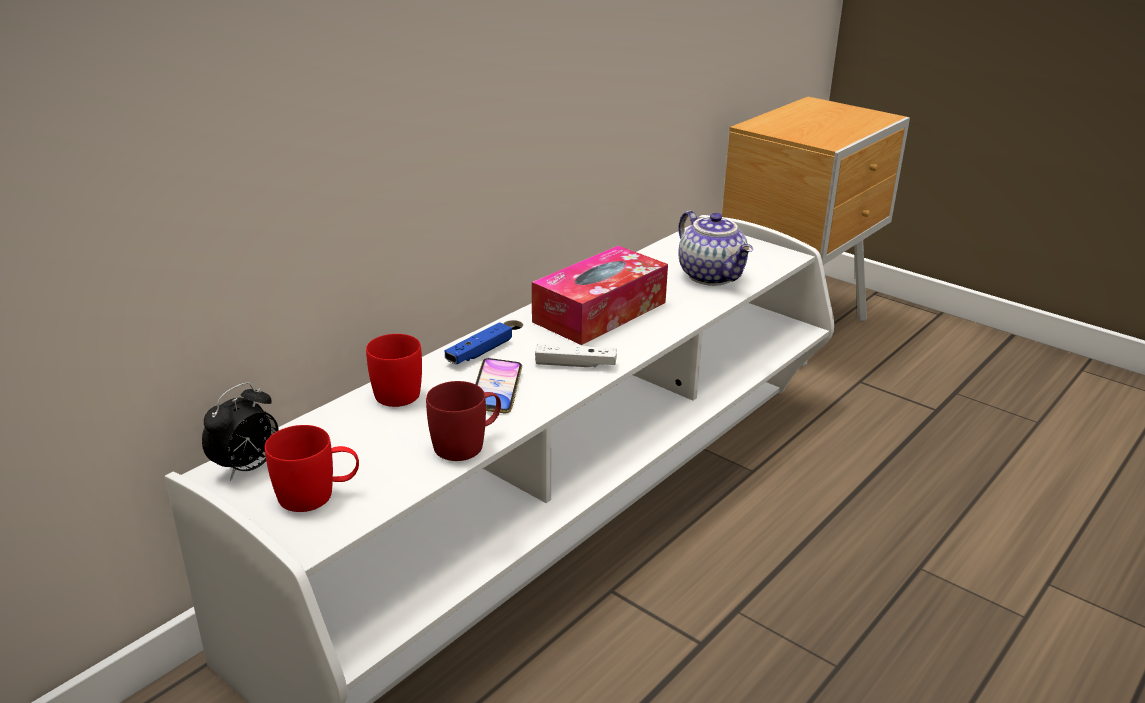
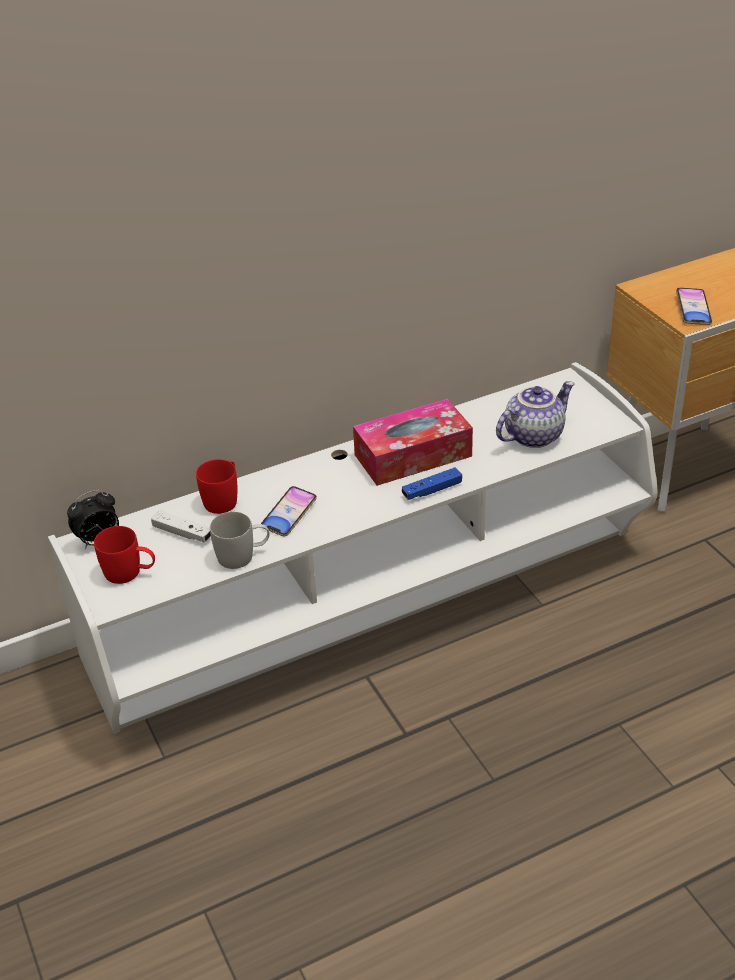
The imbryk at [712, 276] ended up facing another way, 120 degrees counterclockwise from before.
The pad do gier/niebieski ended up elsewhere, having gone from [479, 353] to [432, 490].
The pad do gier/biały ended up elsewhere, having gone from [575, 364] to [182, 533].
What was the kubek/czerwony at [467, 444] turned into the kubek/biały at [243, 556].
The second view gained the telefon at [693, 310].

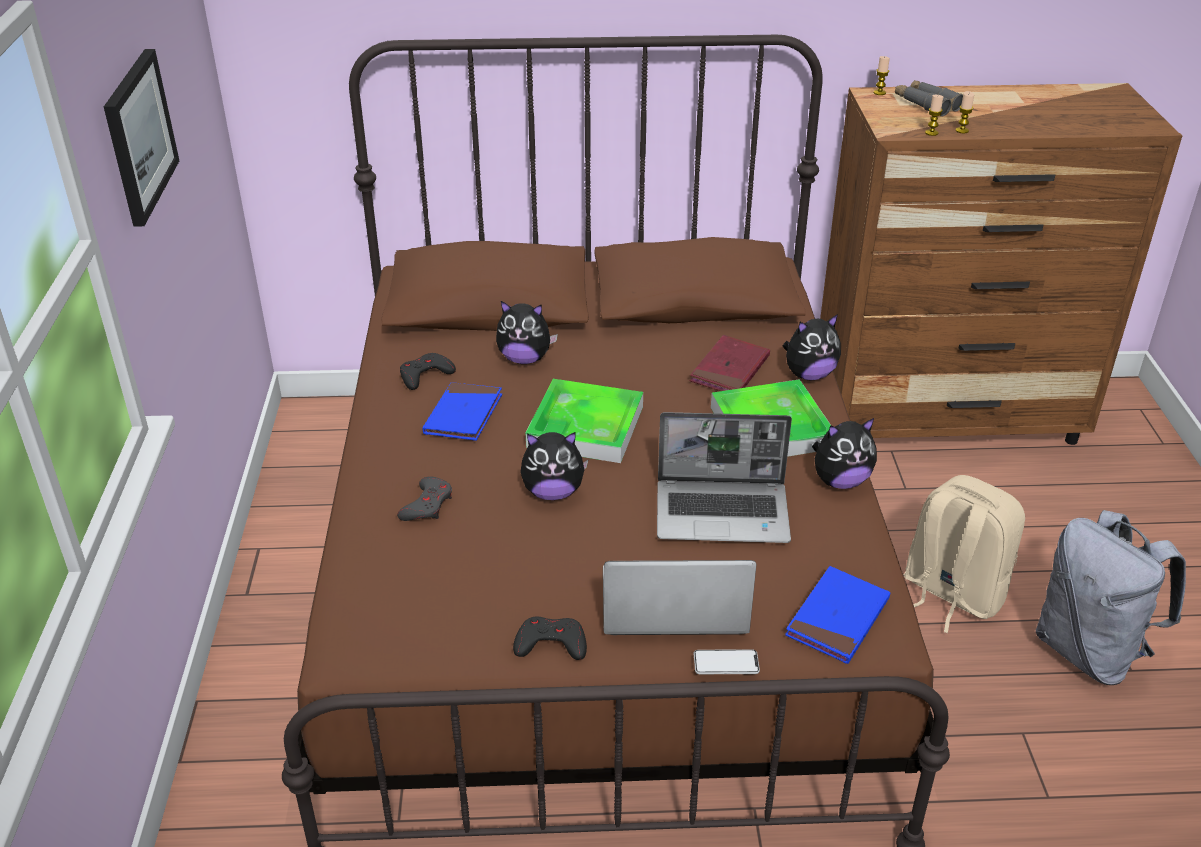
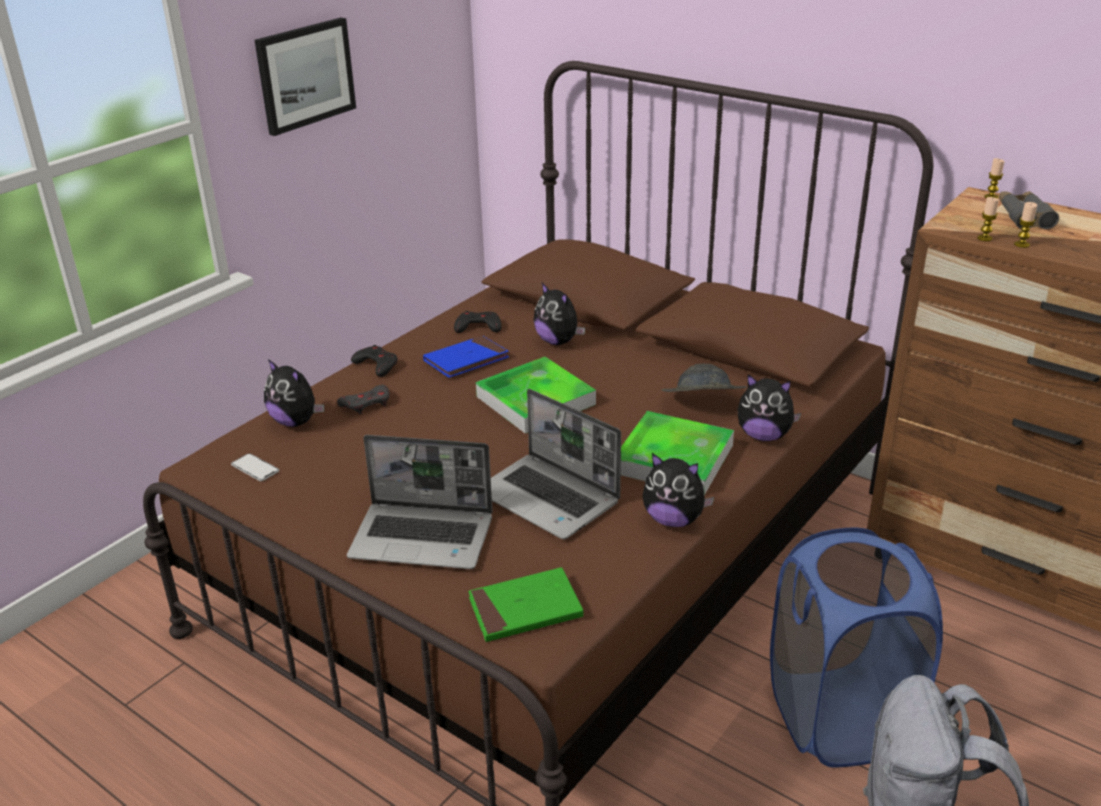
Where the książka/czerwony stood at [730, 370], the kapelusz/szary came to stand at [701, 406].
The pluszak ended up elsewhere, having gone from [553, 492] to [296, 422].
Where the plecak/beżowy stood at [950, 594], the kosz na pranie/niebieski came to stand at [837, 717].
The laptop at [671, 605] ended up facing another way, 150 degrees clockwise from before.
What was the książka/niebieski at [837, 618] turned into the książka/zielony at [525, 609].
The pad do gier/czarny ended up elsewhere, having gone from [551, 644] to [376, 365].
The telefon ended up elsewhere, having gone from [726, 663] to [255, 468].

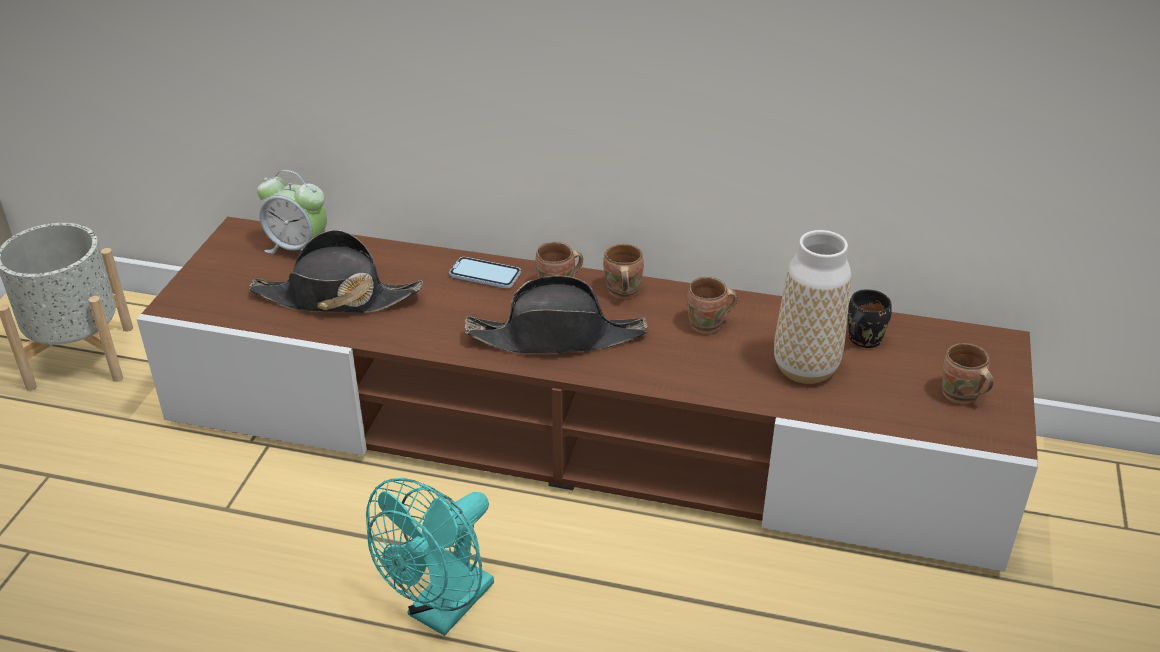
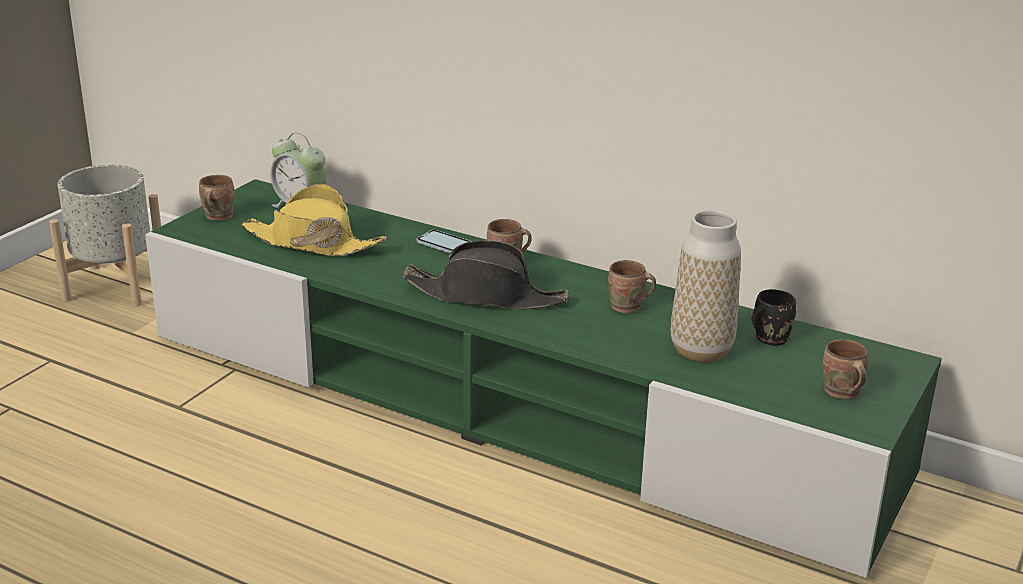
What was the szafka pod telewizor/brązowy at [582, 433] turned into the szafka pod telewizor/zielony at [511, 406].
What was the kapelusz/czarny at [336, 297] turned into the kapelusz/żółty at [312, 243].
The kubek/brązowy ended up elsewhere, having gone from [621, 292] to [216, 217].
The second view lost the wentylator/turkusowy at [443, 610].

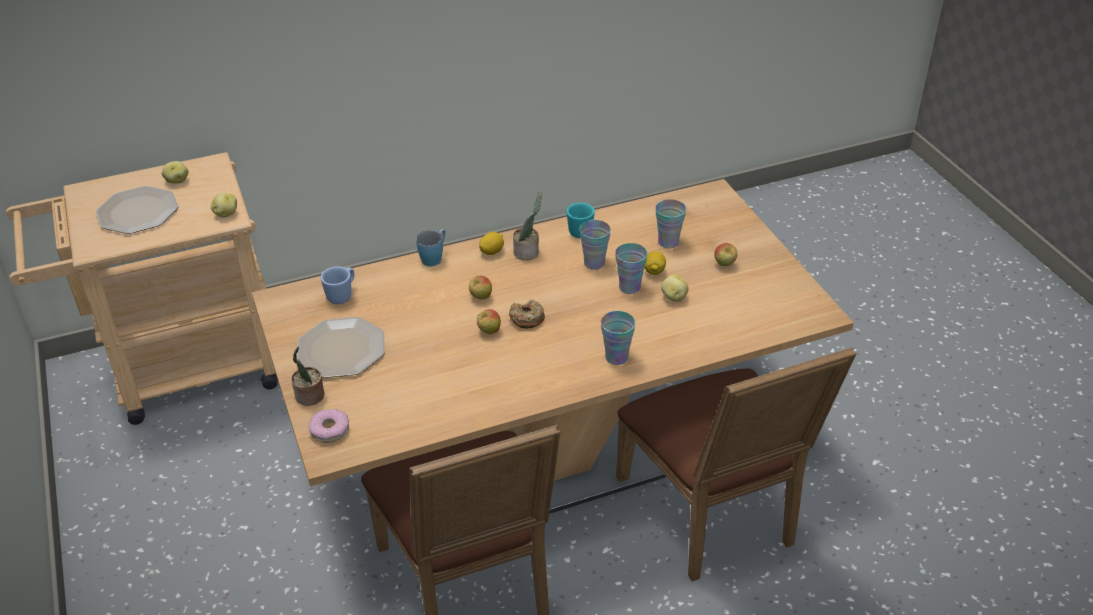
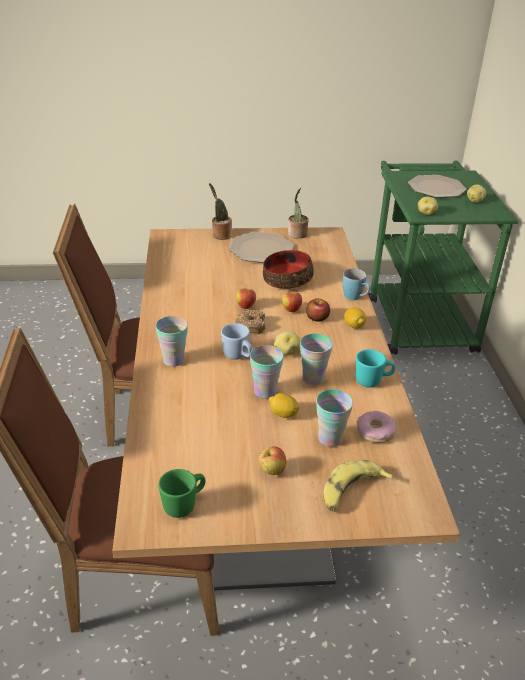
What was the wózek/beżowy at [180, 370] turned into the wózek/zielony at [416, 318].
The roślina doniczkowa ended up elsewhere, having gone from [528, 252] to [297, 235].
The kubek/niebieski ended up elsewhere, having gone from [342, 295] to [238, 356].
The ziemniak ended up elsewhere, having gone from [673, 297] to [286, 351].
The donut ended up elsewhere, having gone from [329, 430] to [375, 431].
The second view gained the miska at [287, 279].
The second view gained the jabłko at [317, 317].
The second view gained the banan at [351, 491].
The second view gained the kubek/zielony at [184, 505].

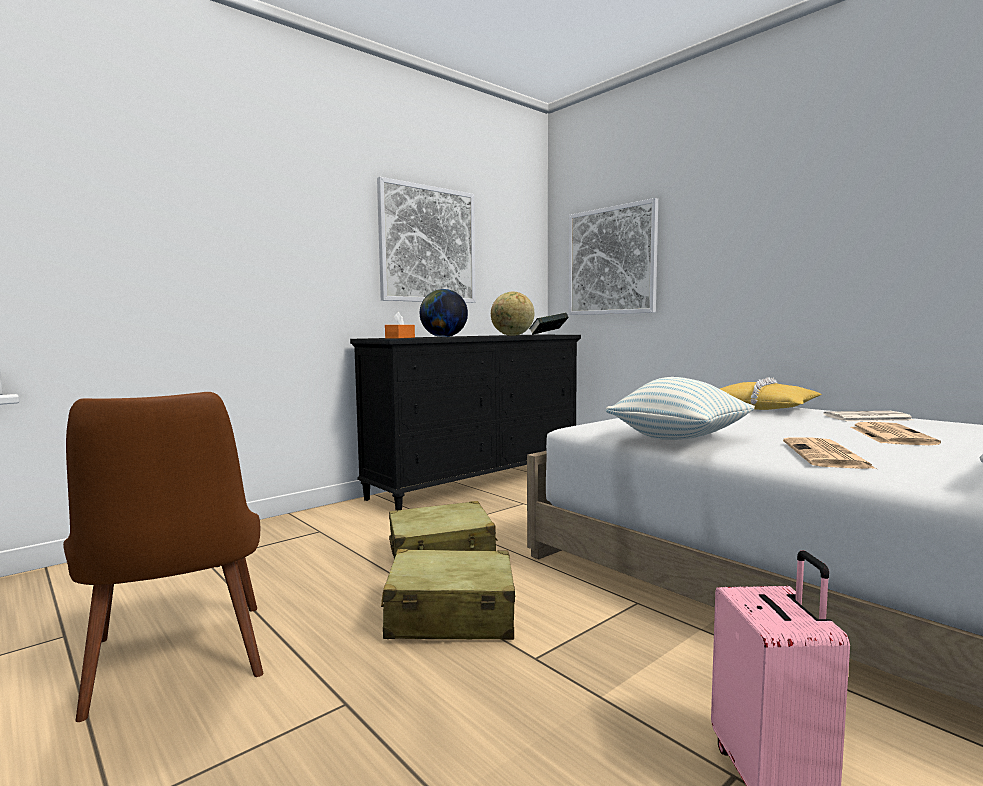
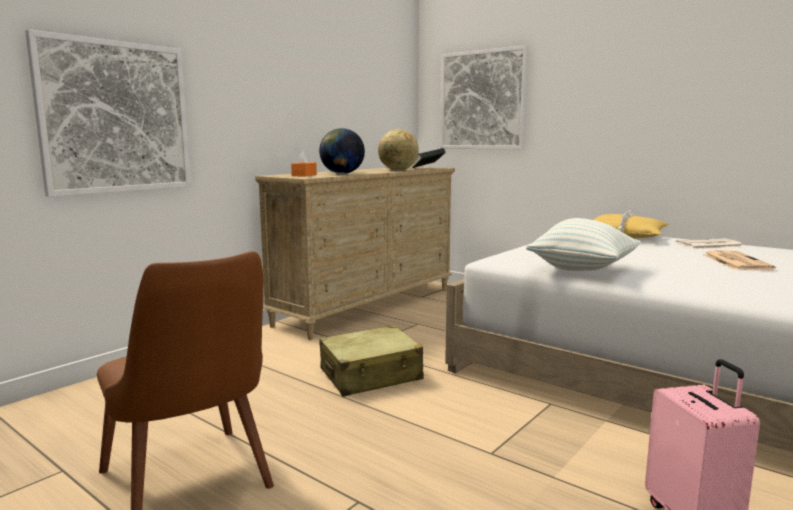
The obraz ended up elsewhere, having gone from [428, 244] to [116, 117].
What was the komoda/czarny at [478, 483] turned into the komoda/beżowy at [368, 306].
The second view lost the gazeta at [827, 455].
The second view lost the walizka/beżowy at [450, 616].

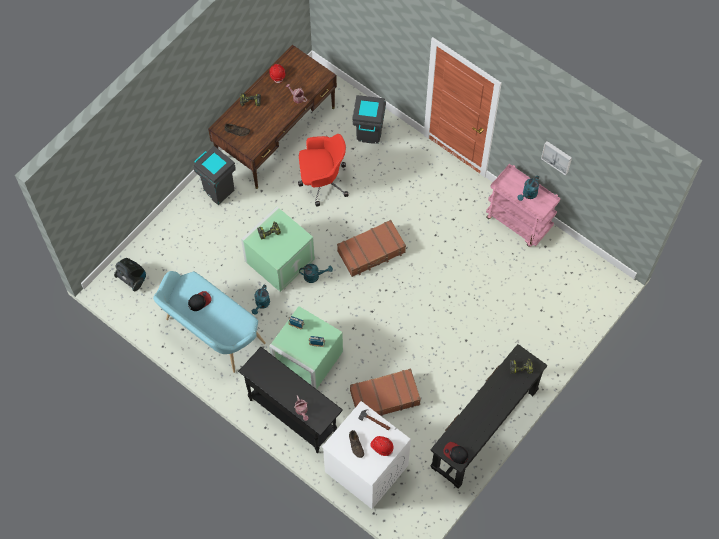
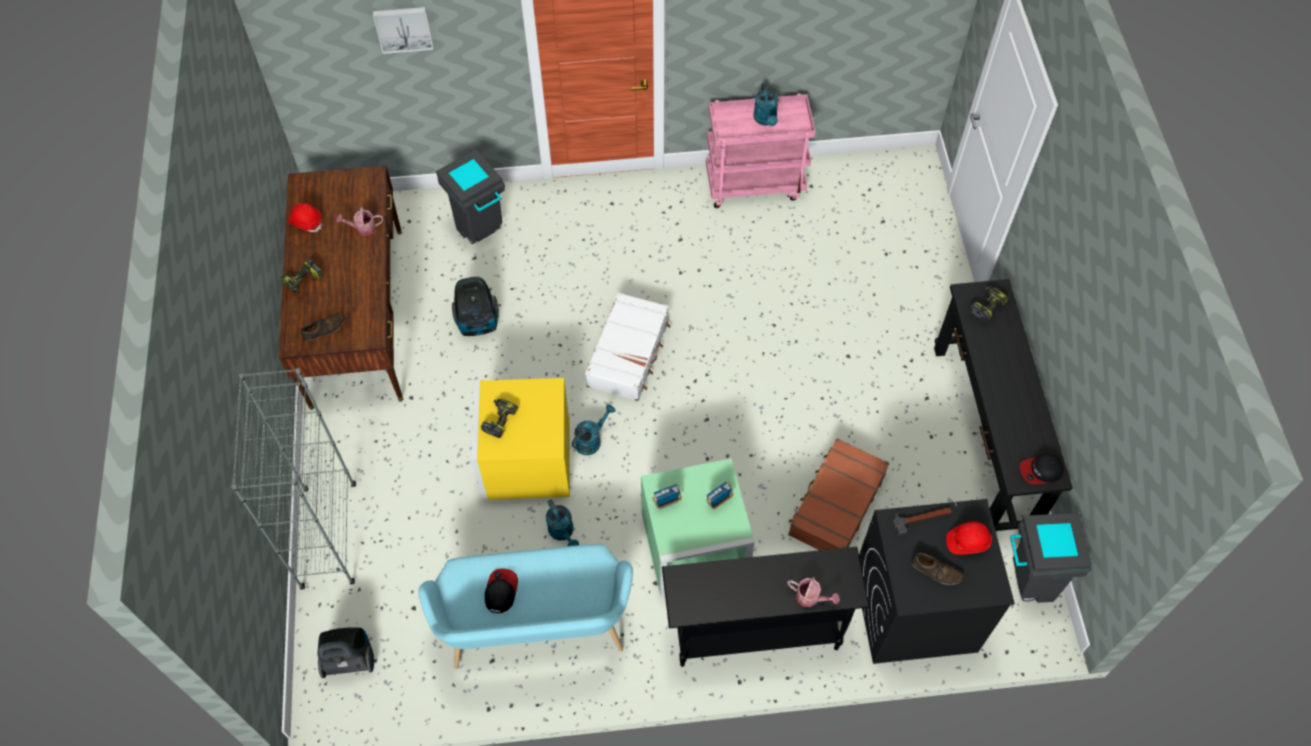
Where the krzesło biurowe/czerwony stood at [322, 181], the odkurzacz came to stand at [478, 324].
The obraz ended up elsewhere, having gone from [557, 157] to [403, 28].
The kosz na śmieci/szary ended up elsewhere, having gone from [217, 190] to [1026, 582].
What was the pojemnik do przechowywania/zielony at [279, 259] turned into the pojemnik do przechowywania/żółty at [525, 458].
What was the walizka/brązowy at [371, 252] turned into the walizka/biały at [629, 353].
What was the pralka/biały at [365, 468] turned into the pralka/czarny at [914, 610].
The second view gained the regał/szary at [328, 536].

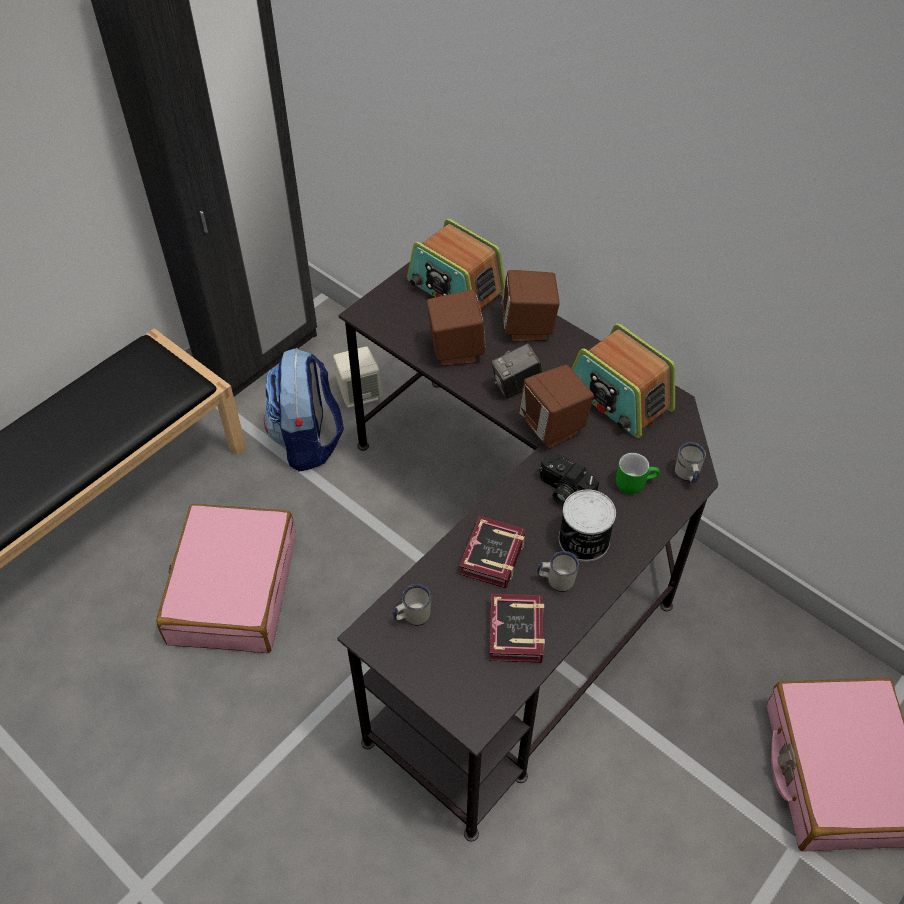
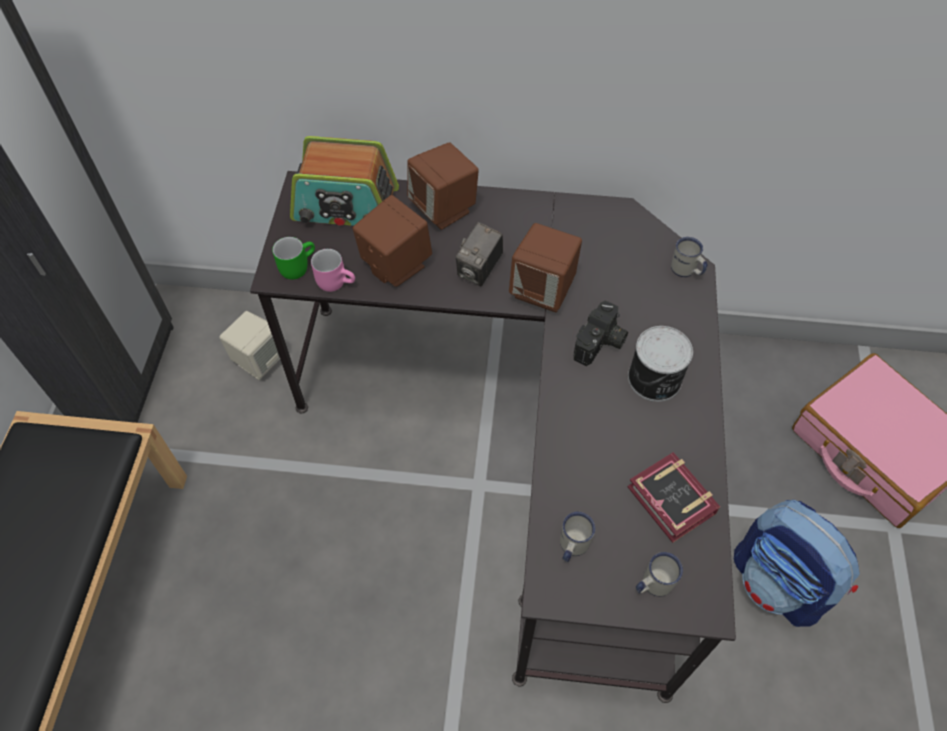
The second view lost the radio at [618, 398].
The plecak ended up elsewhere, having gone from [308, 441] to [778, 583].
The aparat fotograficzny at [563, 491] ended up facing another way, 60 degrees counterclockwise from before.
The kubek/zielony ended up elsewhere, having gone from [634, 482] to [296, 266].
The second view lost the walizka/różowy at [232, 589].
The second view lost the książka at [489, 558].
The kubek/biały ended up elsewhere, having gone from [556, 580] to [652, 584].
The second view gained the kubek/różowy at [336, 281].

